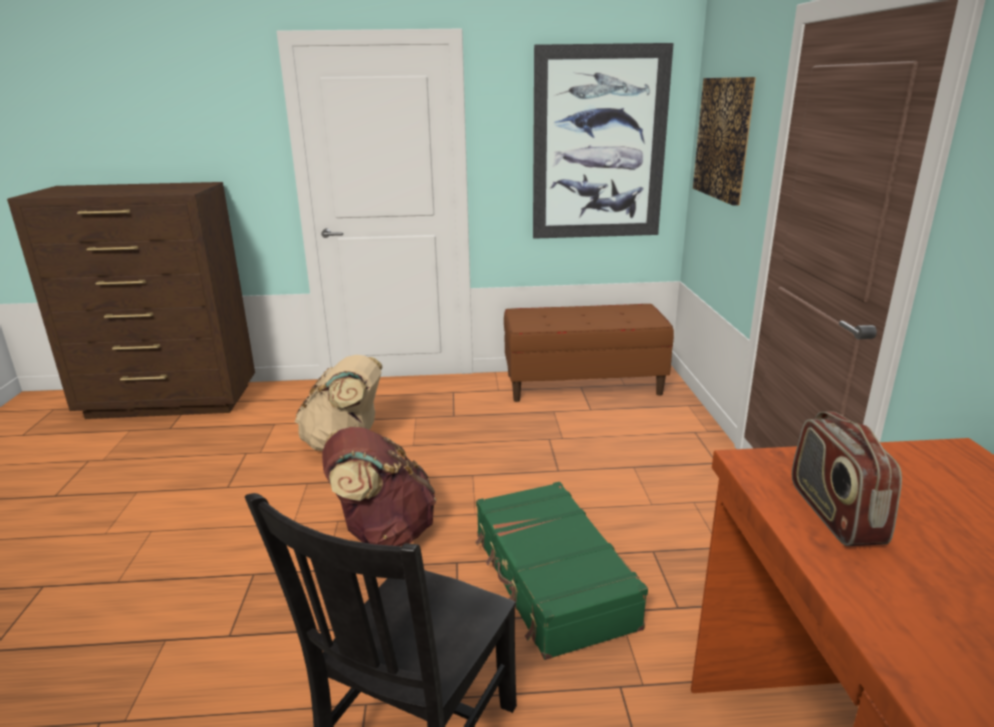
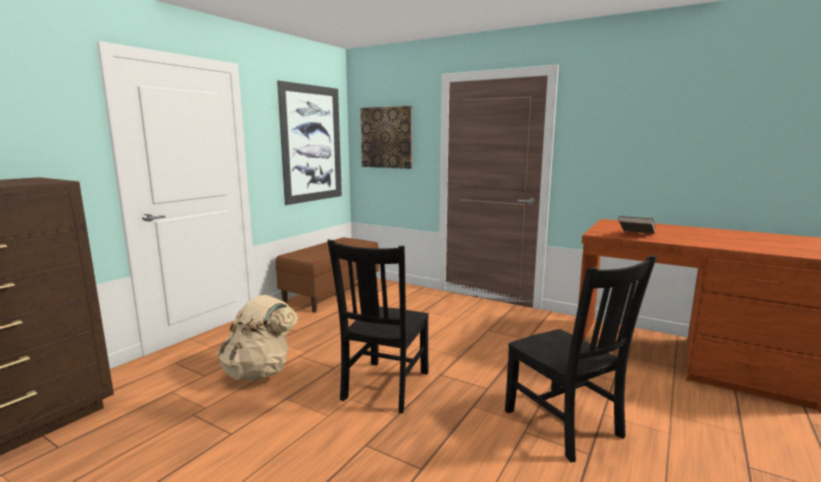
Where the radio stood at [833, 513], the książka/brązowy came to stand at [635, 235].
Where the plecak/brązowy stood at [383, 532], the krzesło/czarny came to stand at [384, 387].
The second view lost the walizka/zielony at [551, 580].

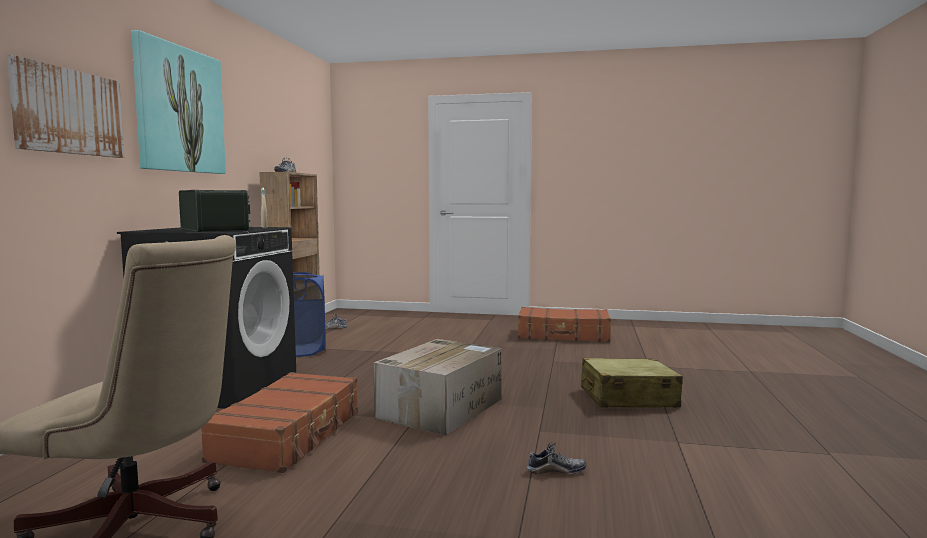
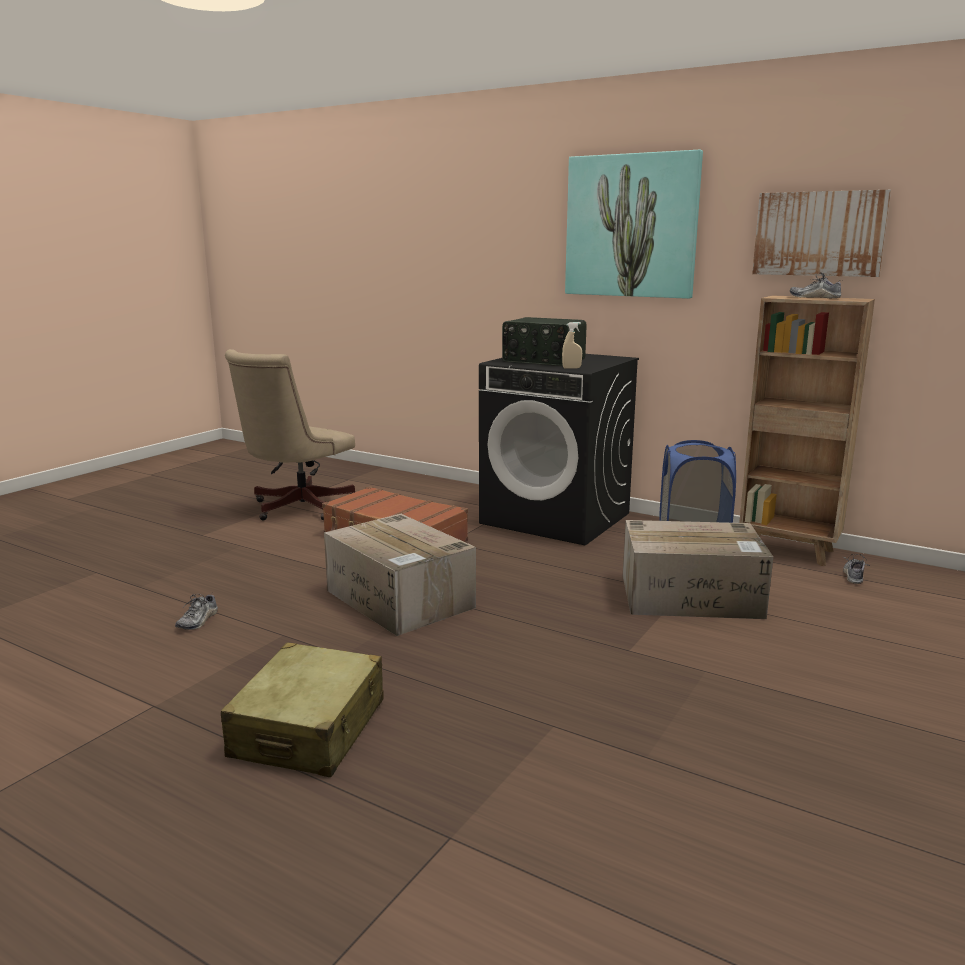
The obraz ended up elsewhere, having gone from [68, 112] to [819, 234].
The radio at [215, 229] ended up facing another way, 45 degrees clockwise from before.
The second view lost the walizka/brązowy at [563, 335].
The second view gained the karton at [692, 596].

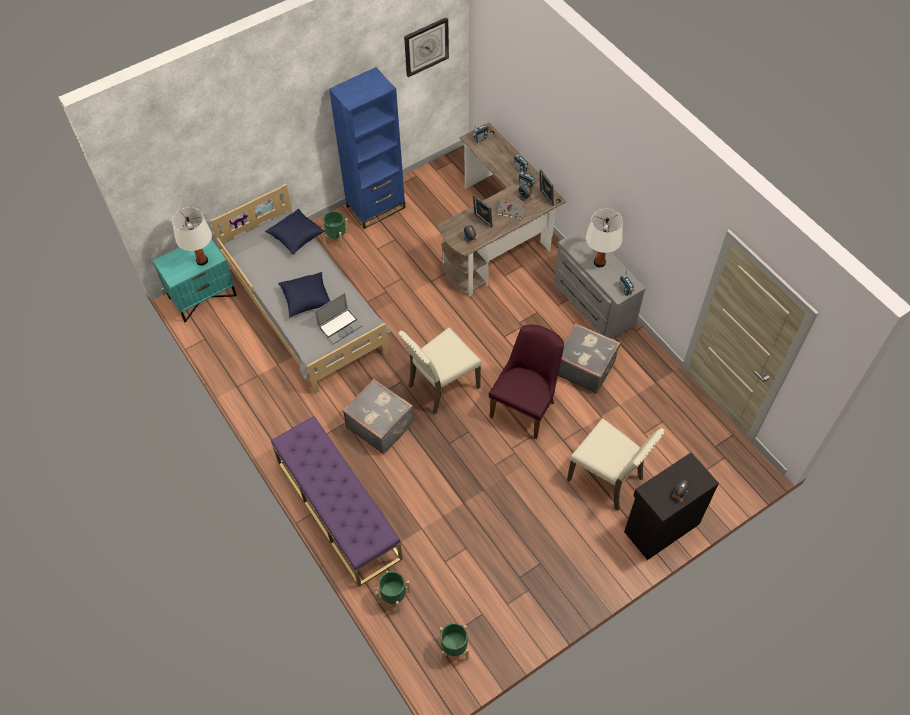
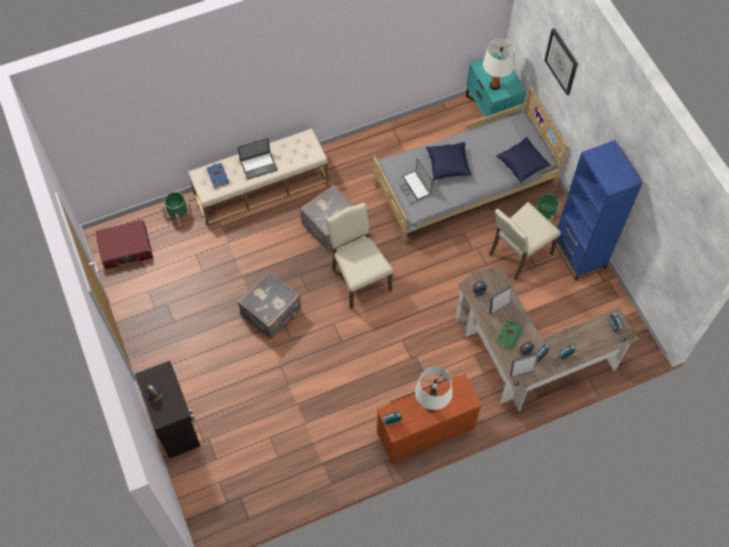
The zegar ścienny ended up elsewhere, having gone from [426, 46] to [562, 61].
What was the książka/szary at [510, 211] turned into the książka/zielony at [509, 334].
What was the komoda/szary at [592, 304] turned into the komoda/brązowy at [424, 428].
The walizka/szary ended up elsewhere, having gone from [584, 367] to [272, 313].
The second view lost the krzesło/fioletowy at [526, 405].
What was the ławka/fioletowy at [338, 509] turned into the ławka/beżowy at [261, 187].
The krzesło/beżowy ended up elsewhere, having gone from [607, 479] to [518, 254].
Where the donica/zielony stood at [454, 648], the walizka/czerwony came to stand at [126, 249].
The second view gained the laptop at [259, 165].
The second view gained the książka/niebieski at [217, 176].

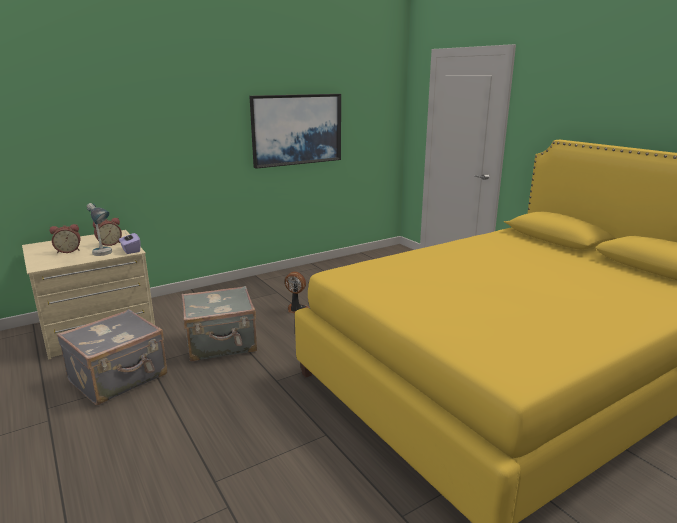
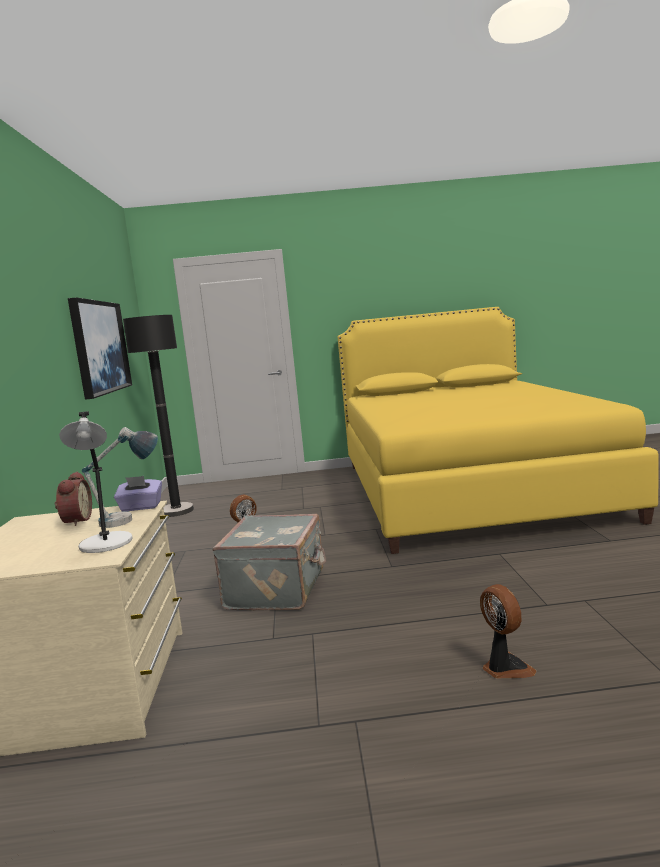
The second view lost the budzik at [68, 250].
The second view lost the walizka/szary at [119, 378].
The second view gained the lampa stojąca/czarny at [176, 511].
The second view gained the lampa stołowa/szary at [106, 544].
The second view gained the wentylator at [505, 668].

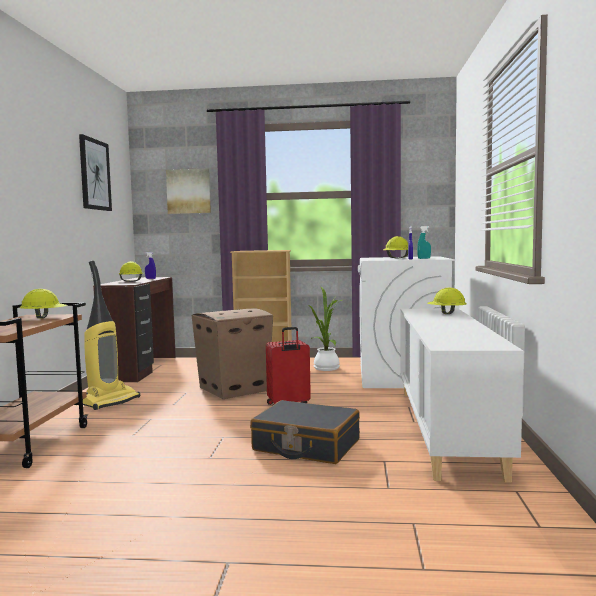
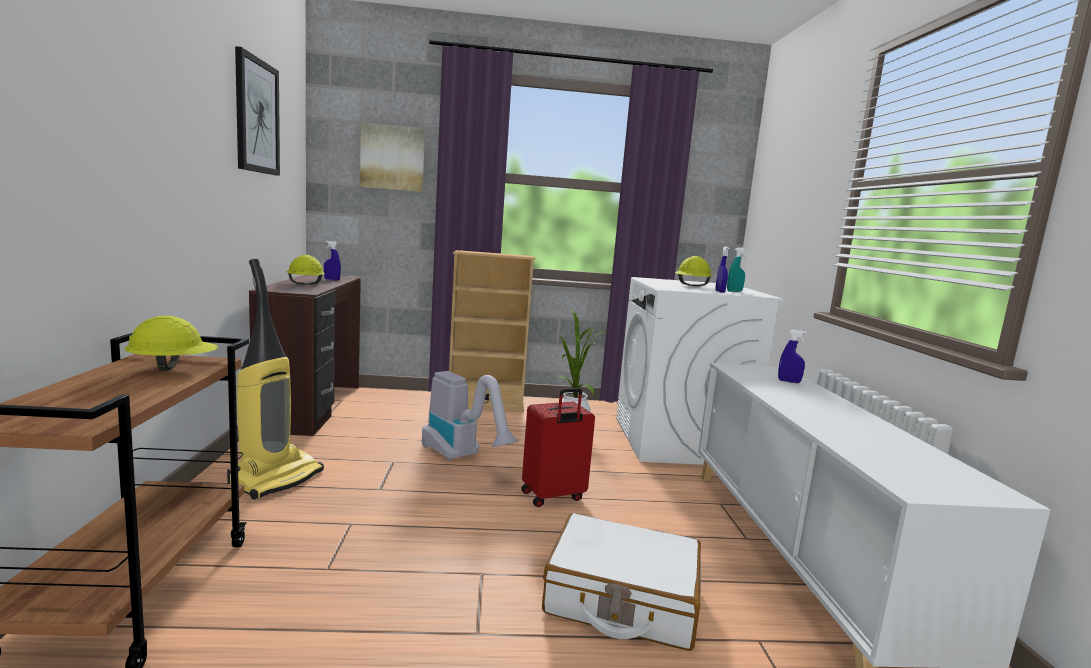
Where the kask/żółty stood at [446, 313], the spryskiwacz/niebieski came to stand at [789, 381].
Where the karton stood at [235, 389], the odkurzacz came to stand at [463, 457].
What was the walizka/czarny at [306, 446] turned into the walizka/biały at [621, 599].

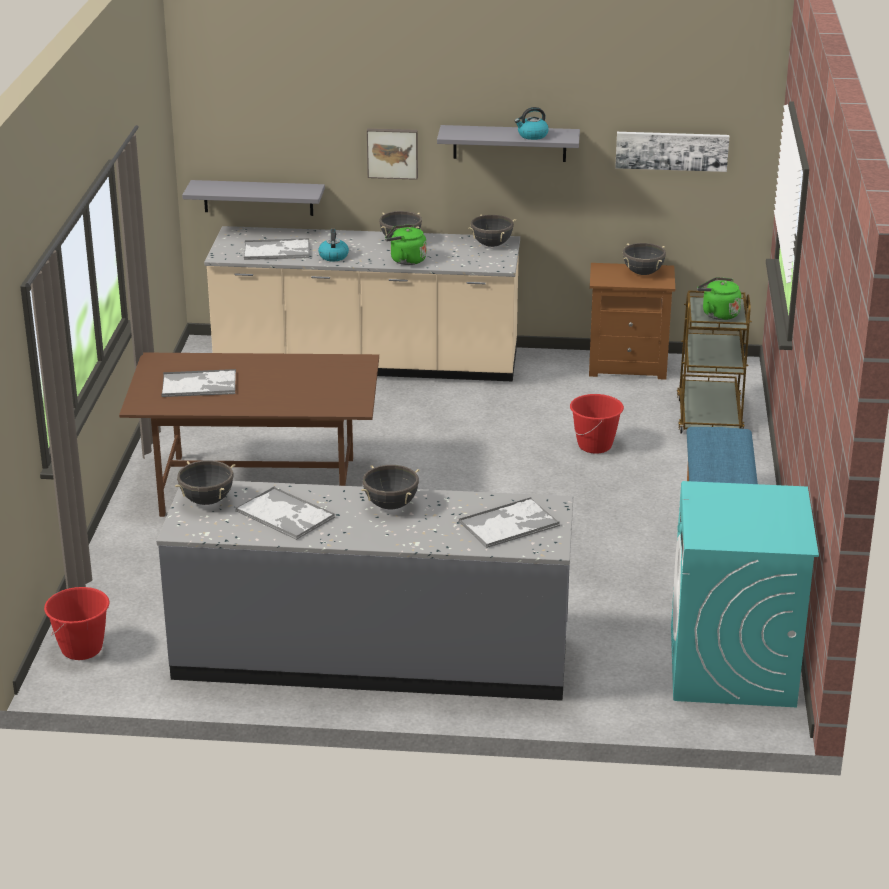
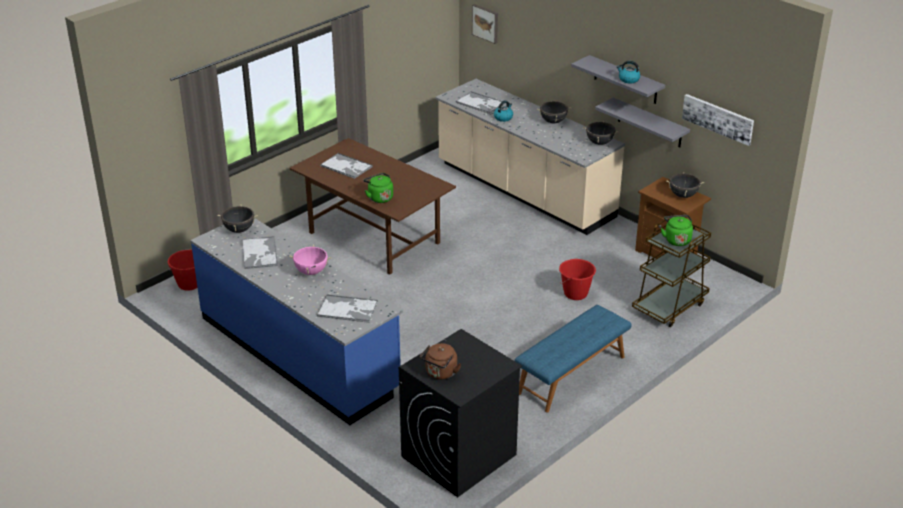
The obraz ended up elsewhere, having gone from [392, 152] to [486, 23].
The półka/szary ended up elsewhere, having gone from [258, 197] to [649, 123].
The czajnik/zielony ended up elsewhere, having gone from [405, 260] to [379, 197].
What was the garnek/czarny at [390, 505] turned into the garnek/różowy at [311, 271].
What was the zabudowa kuchenna/szary at [372, 656] turned into the zabudowa kuchenna/niebieski at [299, 353].
What was the pralka/turkusowy at [732, 666] turned into the pralka/czarny at [458, 456].
The second view gained the czajnik/brązowy at [440, 373].

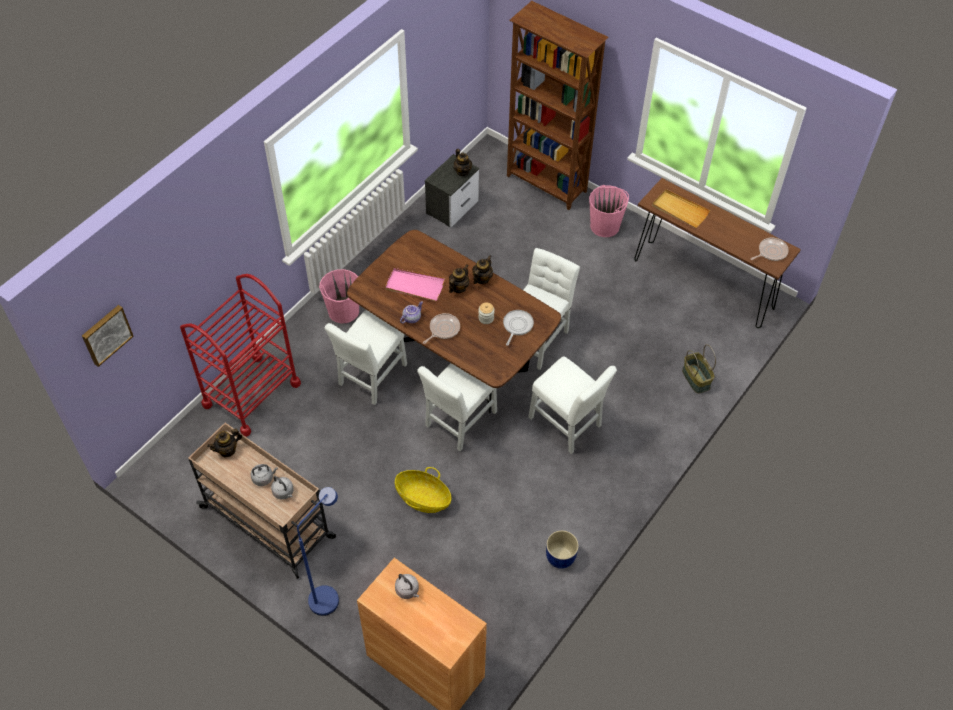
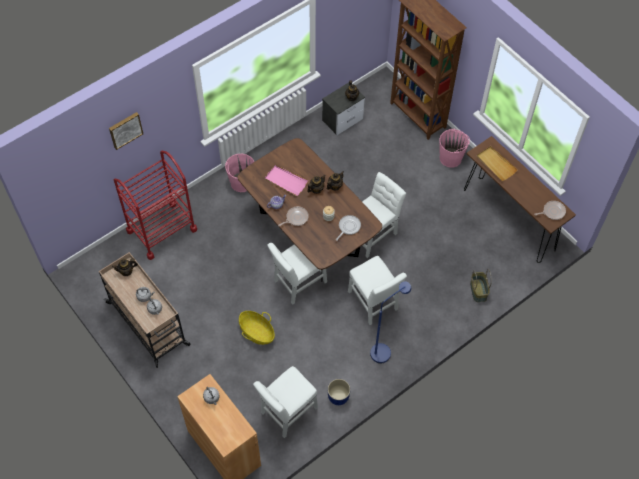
The obraz ended up elsewhere, having gone from [106, 334] to [125, 129].
The krzesło/biały ended up elsewhere, having gone from [371, 377] to [287, 413].
The lampa stojąca/niebieski ended up elsewhere, having gone from [328, 594] to [384, 350].

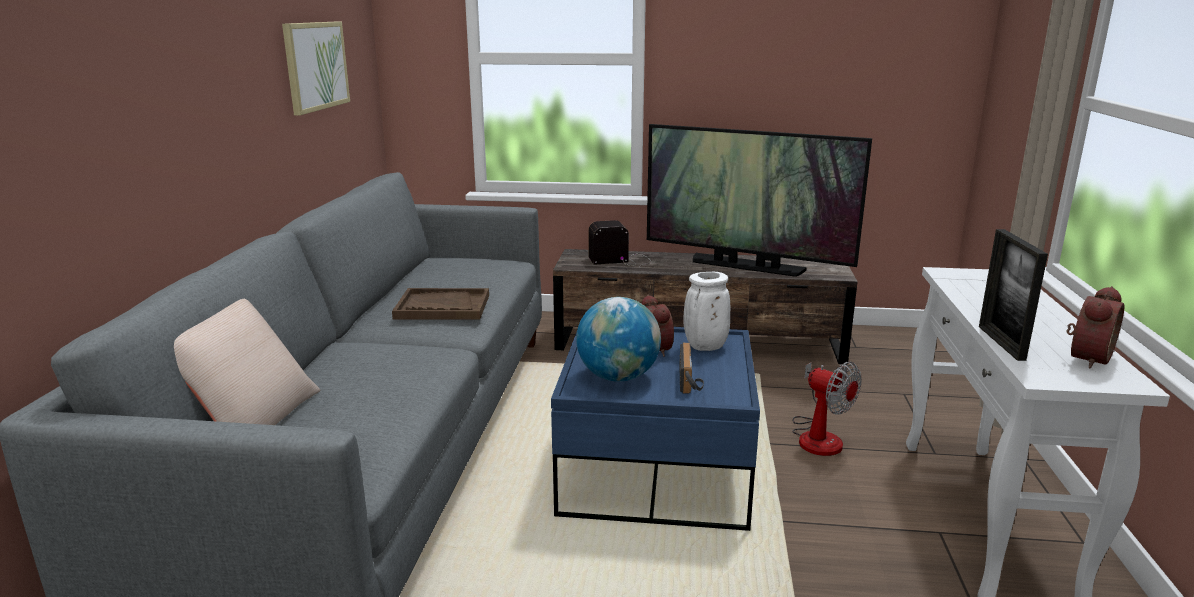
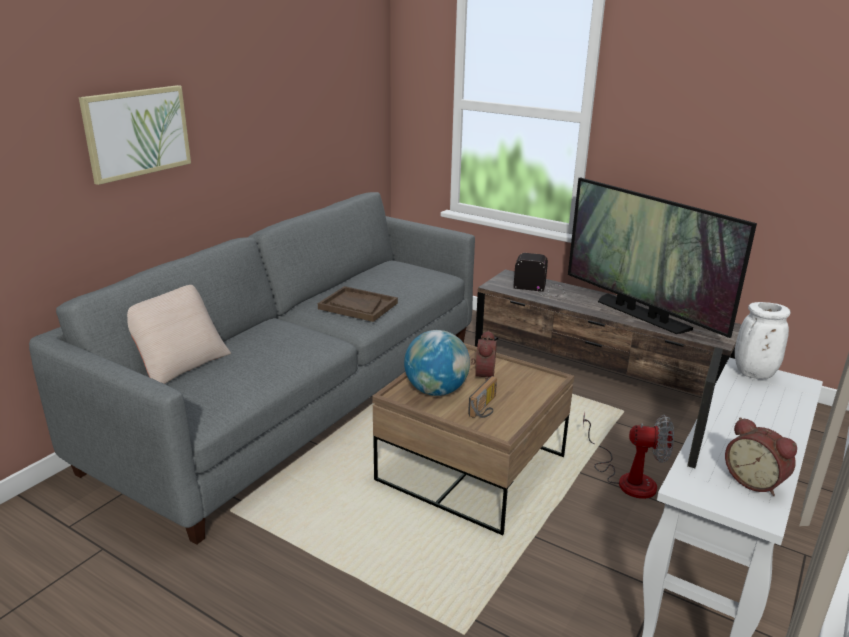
The obraz ended up elsewhere, having gone from [315, 66] to [137, 132].
The wazon/biały ended up elsewhere, having gone from [705, 347] to [753, 374].
The budzik at [1085, 358] ended up facing another way, 75 degrees clockwise from before.
What was the ława/niebieski at [655, 471] turned into the ława/brązowy at [471, 468].
The wentylator at [818, 436] ended up facing another way, 60 degrees counterclockwise from before.

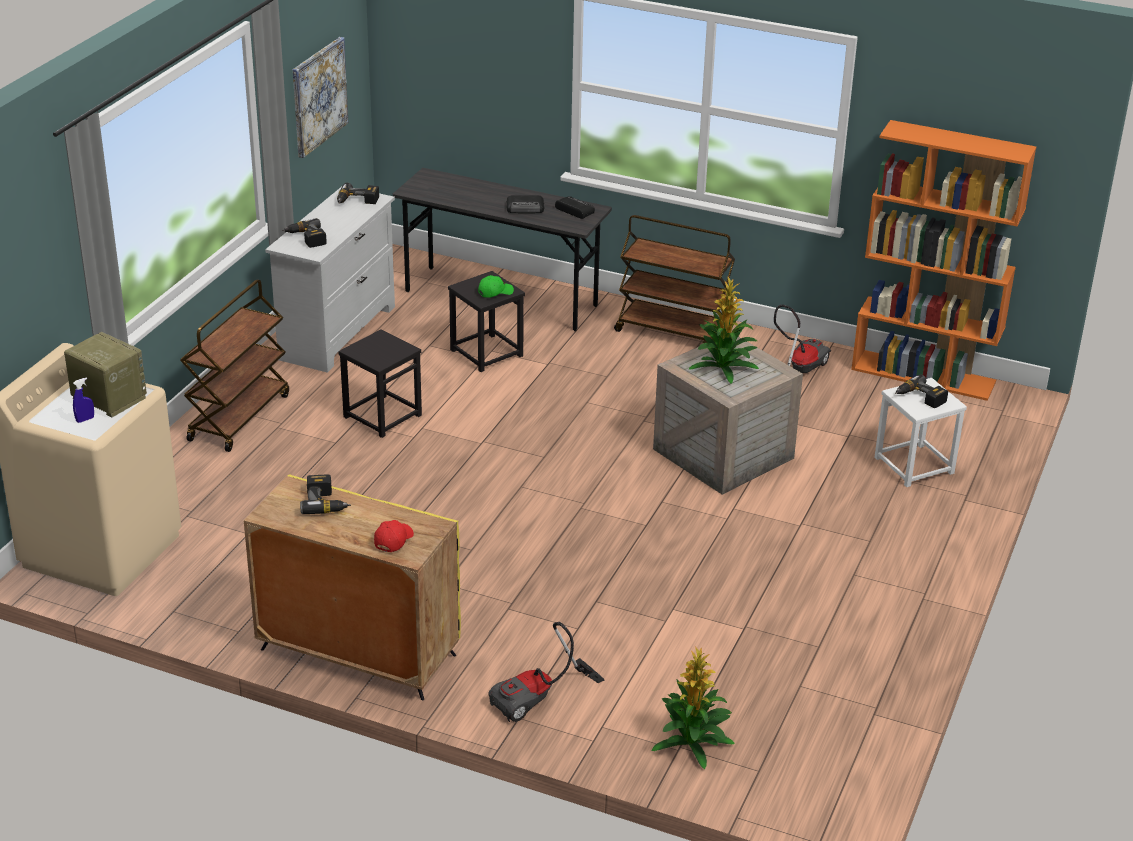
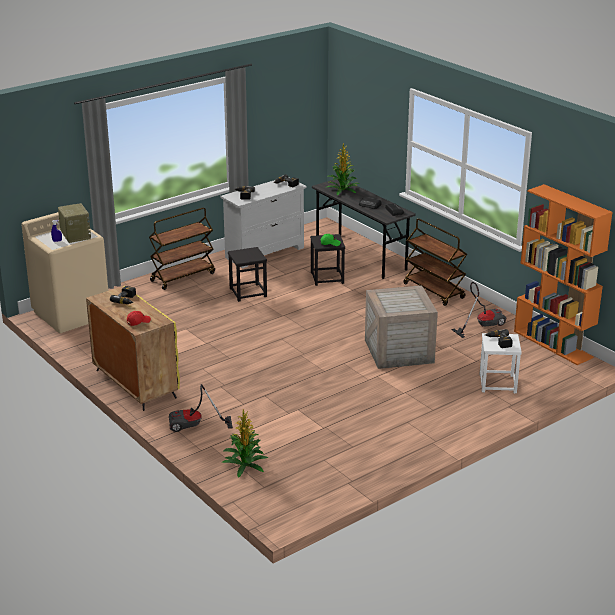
The second view lost the obraz at [319, 96].
The roślina doniczkowa ended up elsewhere, having gone from [724, 367] to [343, 190].

